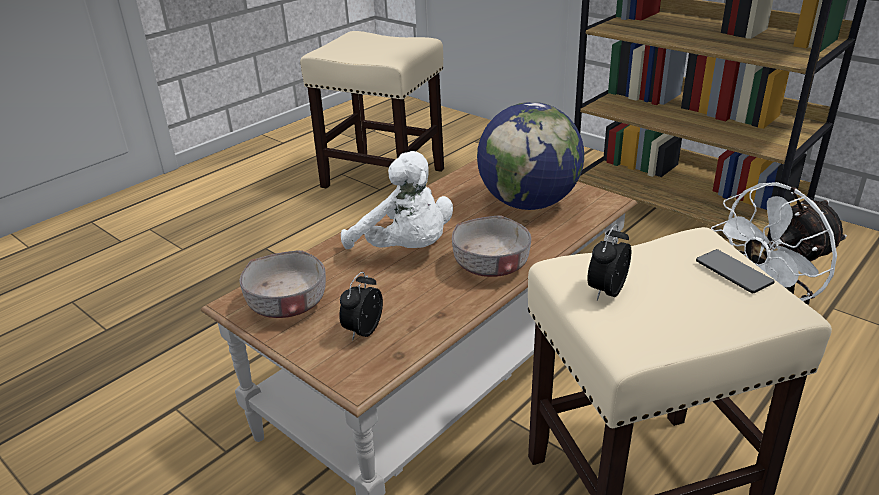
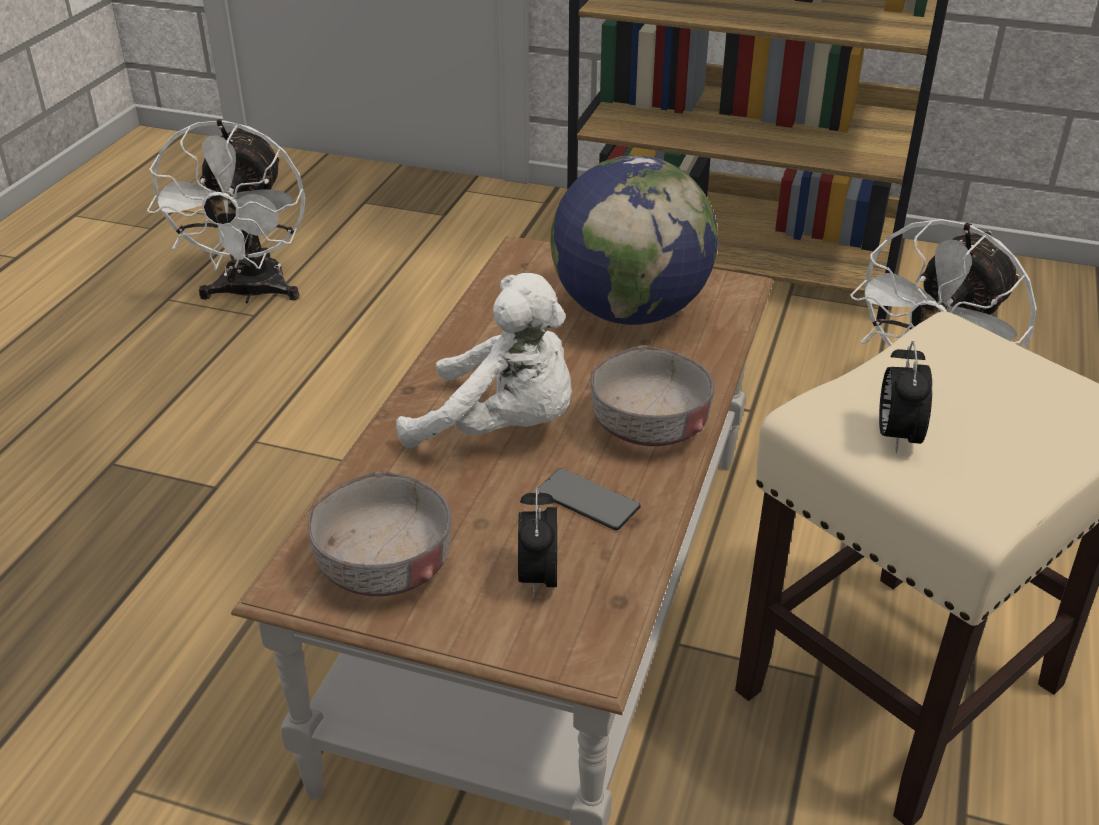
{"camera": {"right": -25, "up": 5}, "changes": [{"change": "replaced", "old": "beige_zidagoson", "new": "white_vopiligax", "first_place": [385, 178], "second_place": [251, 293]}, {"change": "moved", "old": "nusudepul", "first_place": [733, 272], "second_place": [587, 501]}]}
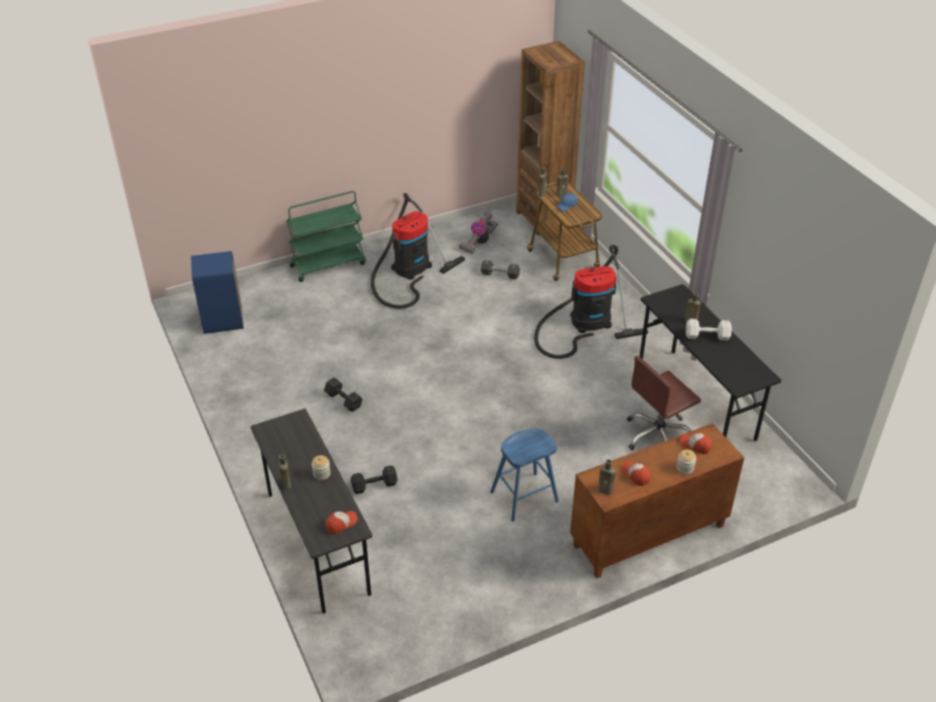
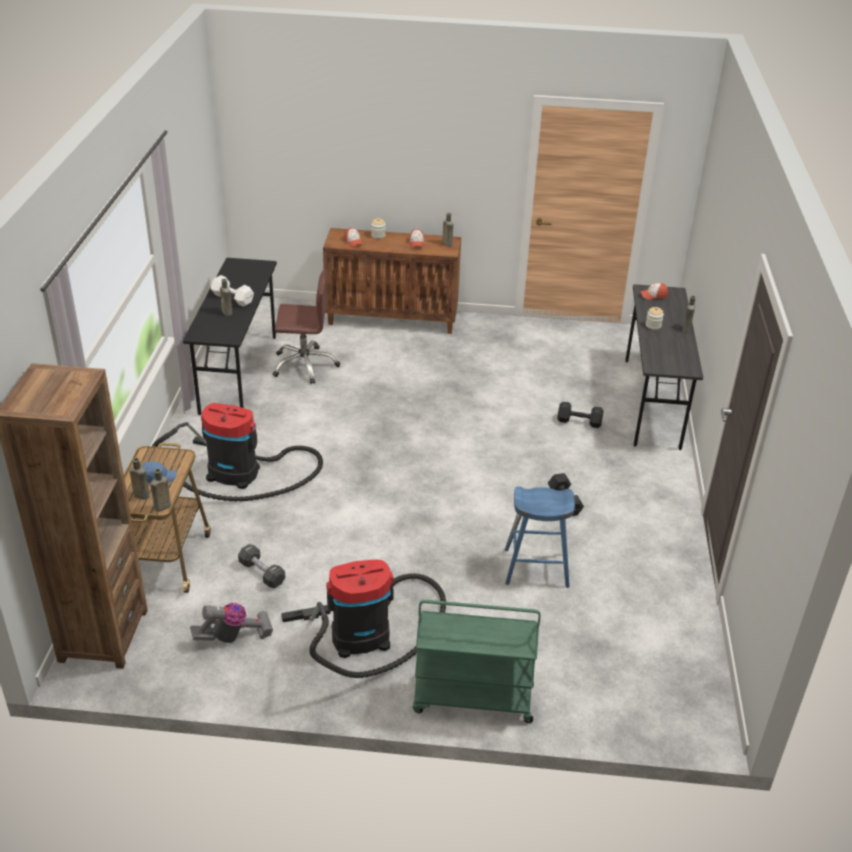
{"camera": {"right": -150, "up": -5}, "changes": [{"change": "removed", "old": "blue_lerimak", "first_place": [222, 321]}, {"change": "moved", "old": "blue_zidagoson", "first_place": [524, 497], "second_place": [536, 568]}]}
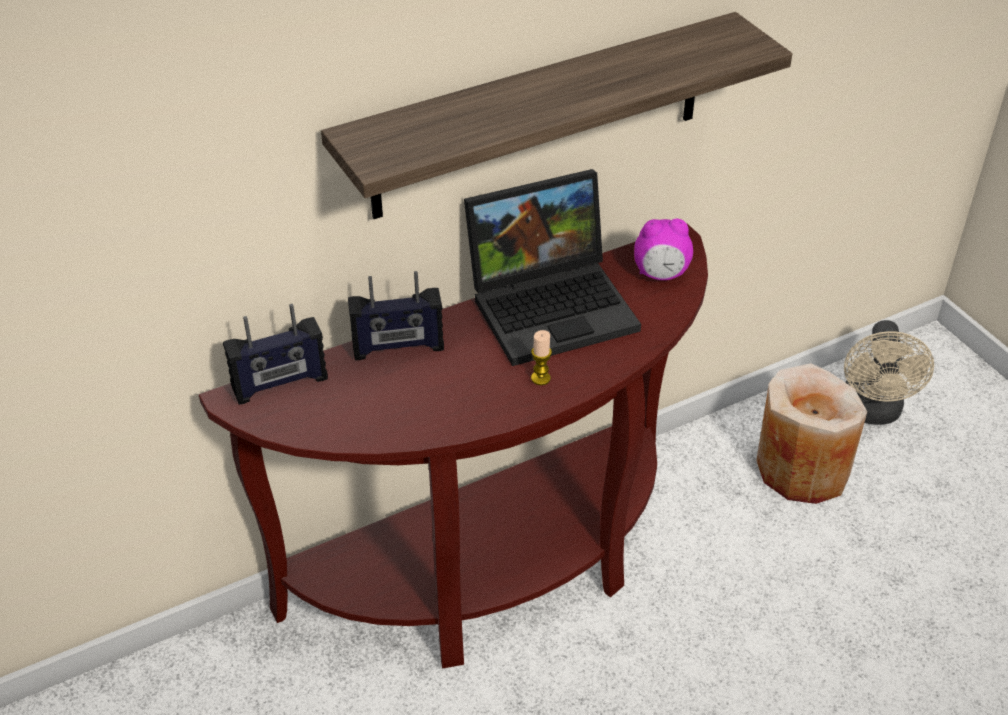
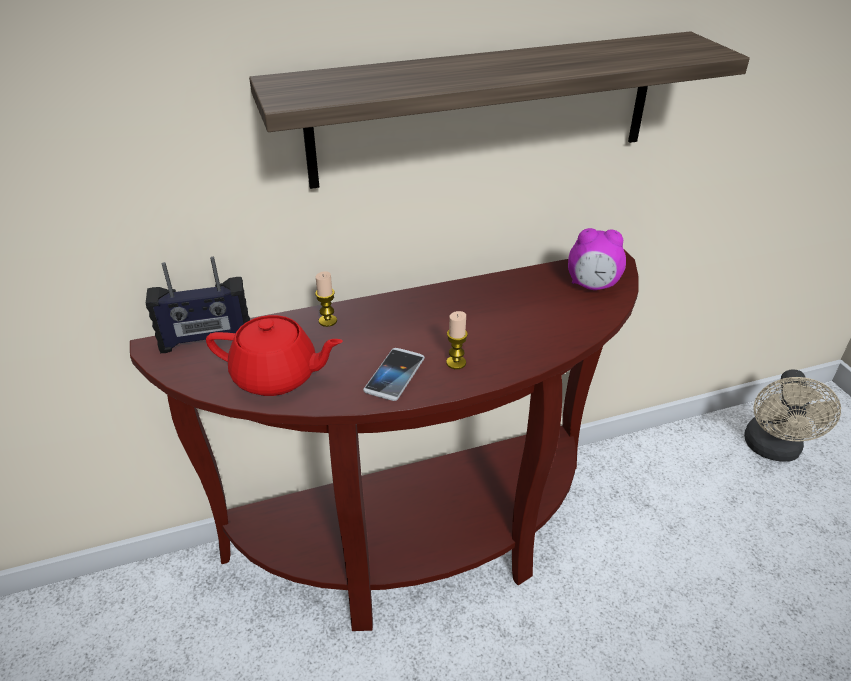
{"camera": {"right": 10, "up": -5}, "changes": [{"change": "replaced", "old": "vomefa", "new": "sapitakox", "first_place": [398, 347], "second_place": [327, 321]}, {"change": "removed", "old": "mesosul", "first_place": [553, 304]}, {"change": "removed", "old": "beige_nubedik", "first_place": [801, 469]}, {"change": "added", "new": "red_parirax", "second_place": [277, 376]}, {"change": "added", "new": "nusudepul", "second_place": [394, 375]}]}
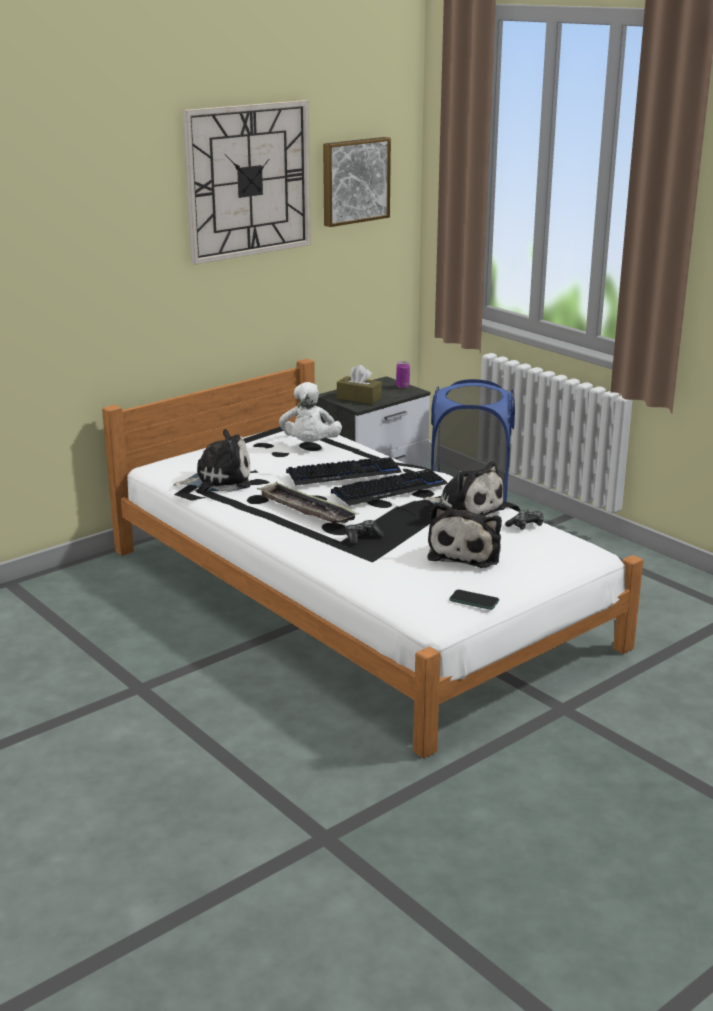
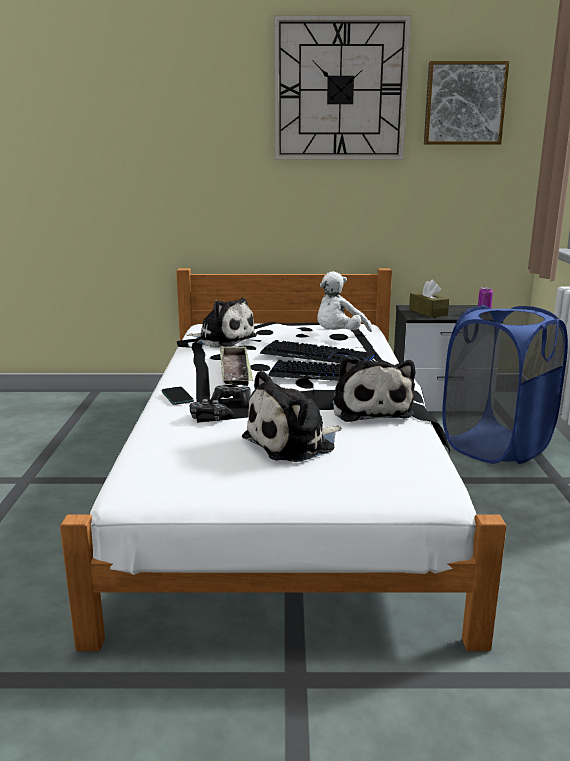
{"camera": {"right": 40, "up": -5}, "changes": [{"change": "moved", "old": "nusudepul", "first_place": [474, 601], "second_place": [177, 396]}, {"change": "moved", "old": "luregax", "first_place": [526, 526], "second_place": [209, 418]}]}
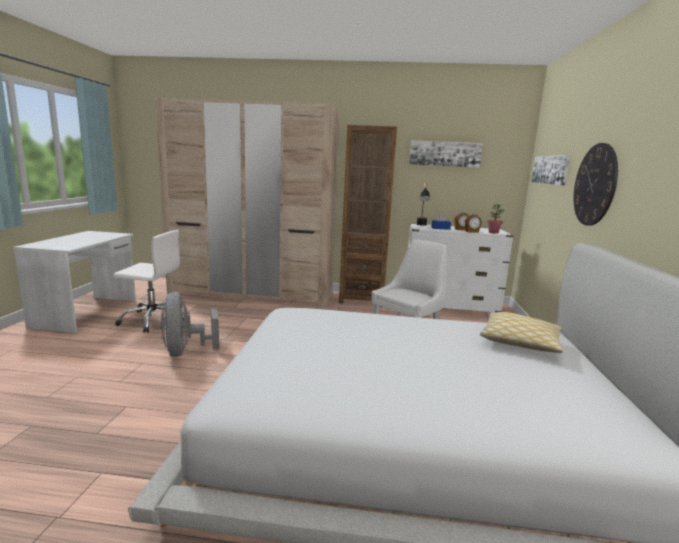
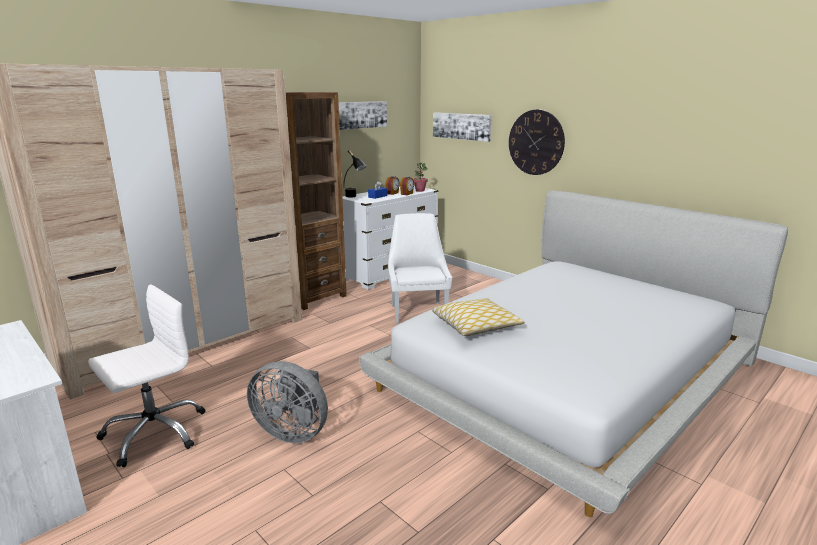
{"camera": {"right": -50, "up": 5}, "changes": [{"change": "moved", "old": "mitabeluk", "first_place": [520, 342], "second_place": [476, 326]}]}
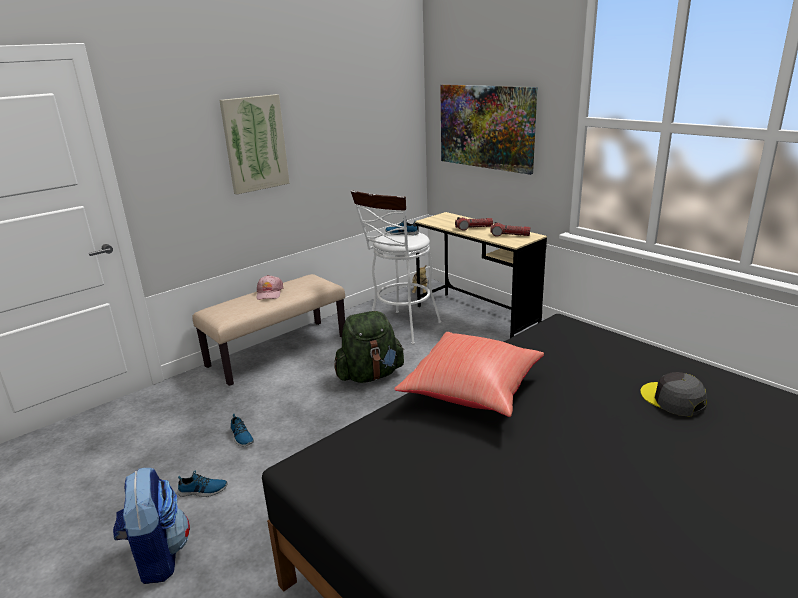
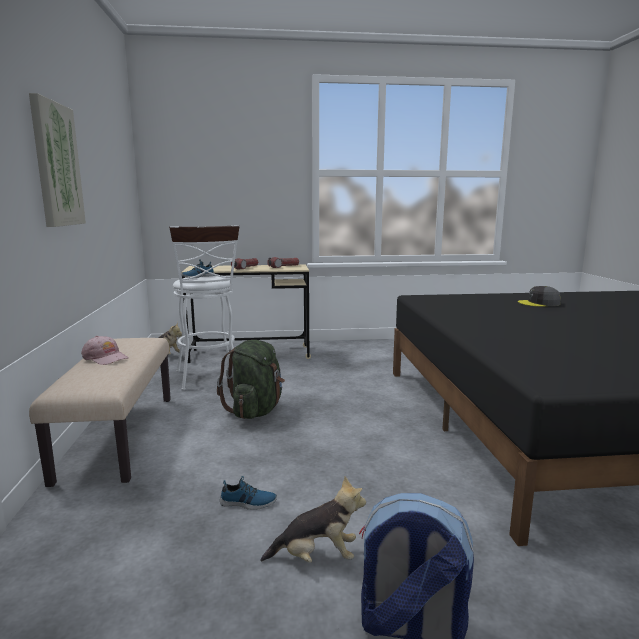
{"camera": {"right": -55, "up": -10}, "changes": [{"change": "replaced", "old": "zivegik", "new": "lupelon", "first_place": [203, 491], "second_place": [317, 557]}, {"change": "removed", "old": "red_mitabeluk", "first_place": [473, 392]}, {"change": "removed", "old": "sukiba", "first_place": [486, 127]}]}
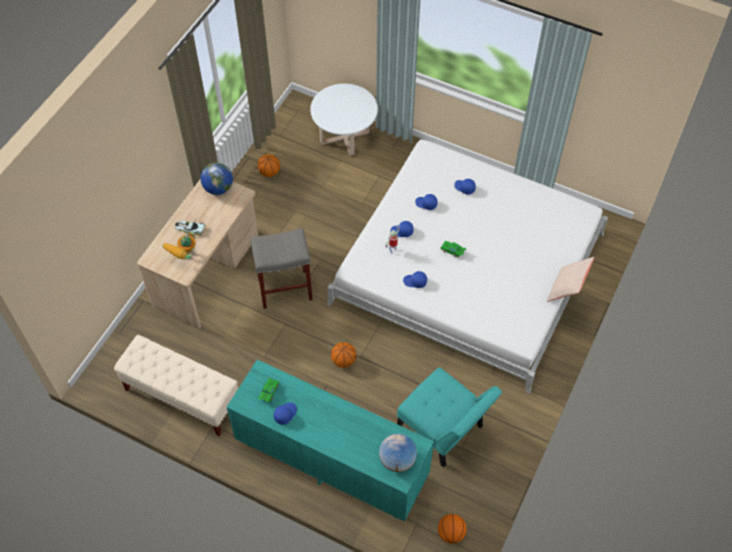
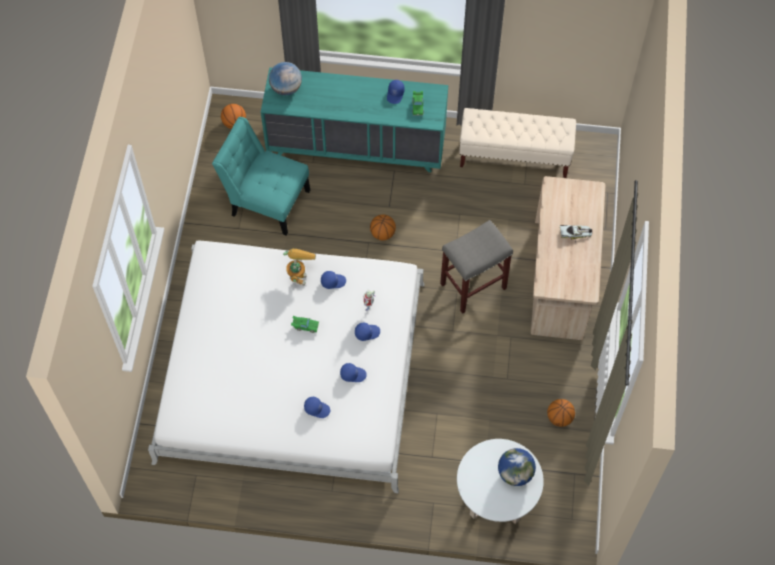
{"camera": {"right": 160, "up": 5}, "changes": [{"change": "moved", "old": "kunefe", "first_place": [185, 259], "second_place": [299, 274]}, {"change": "moved", "old": "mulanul", "first_place": [218, 188], "second_place": [515, 473]}, {"change": "removed", "old": "beige_mitabeluk", "first_place": [567, 289]}]}
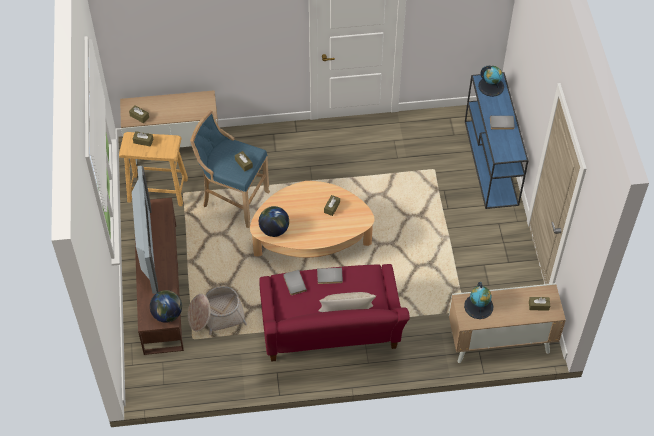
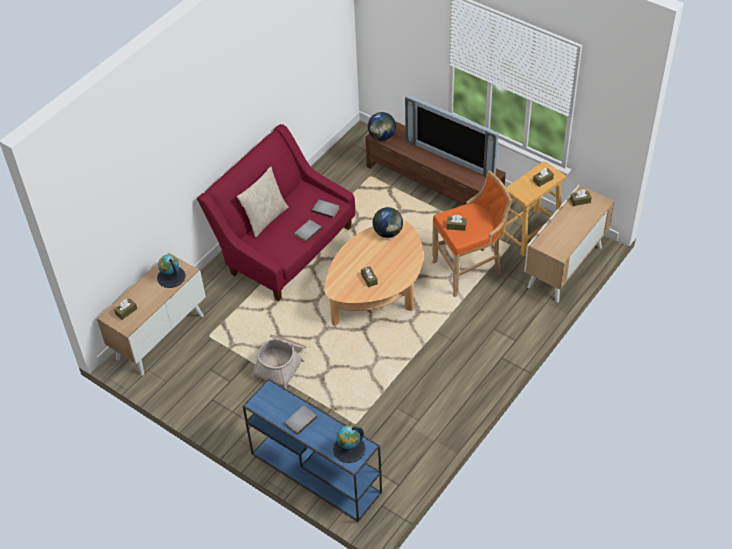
{"camera": {"right": 135, "up": -5}, "changes": [{"change": "moved", "old": "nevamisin", "first_place": [216, 316], "second_place": [281, 363]}, {"change": "recoloured", "old": "blue_zidagoson", "new": "orange_zidagoson", "first_place": [233, 200], "second_place": [469, 270]}]}
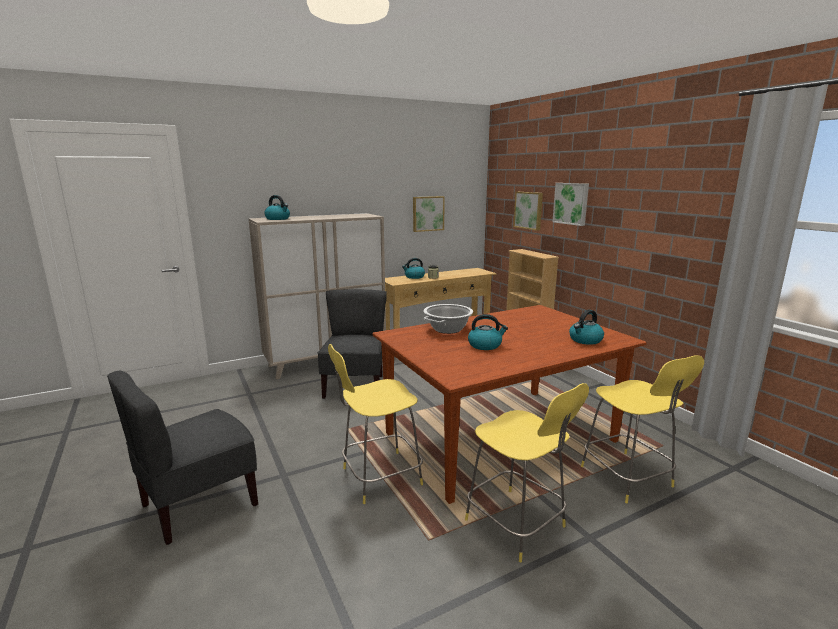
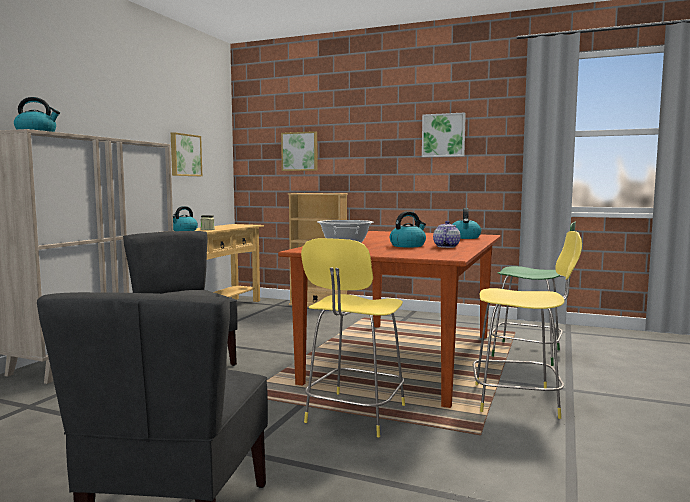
{"camera": {"right": -40, "up": -10}, "changes": [{"change": "moved", "old": "sukiba", "first_place": [571, 203], "second_place": [443, 135]}, {"change": "recoloured", "old": "yellow_zidagoson", "new": "green_zidagoson", "first_place": [628, 478], "second_place": [529, 354]}, {"change": "added", "new": "parirax", "second_place": [446, 246]}]}
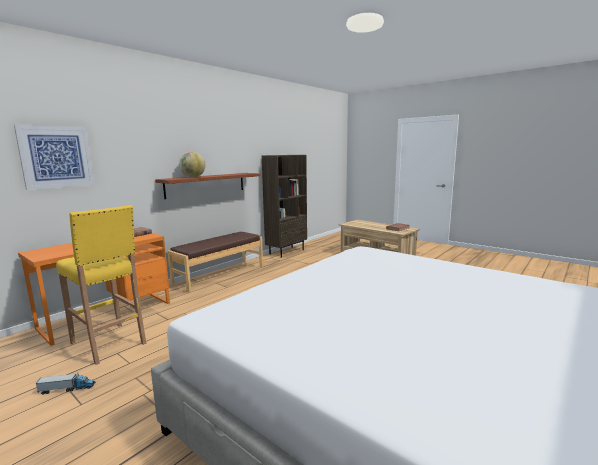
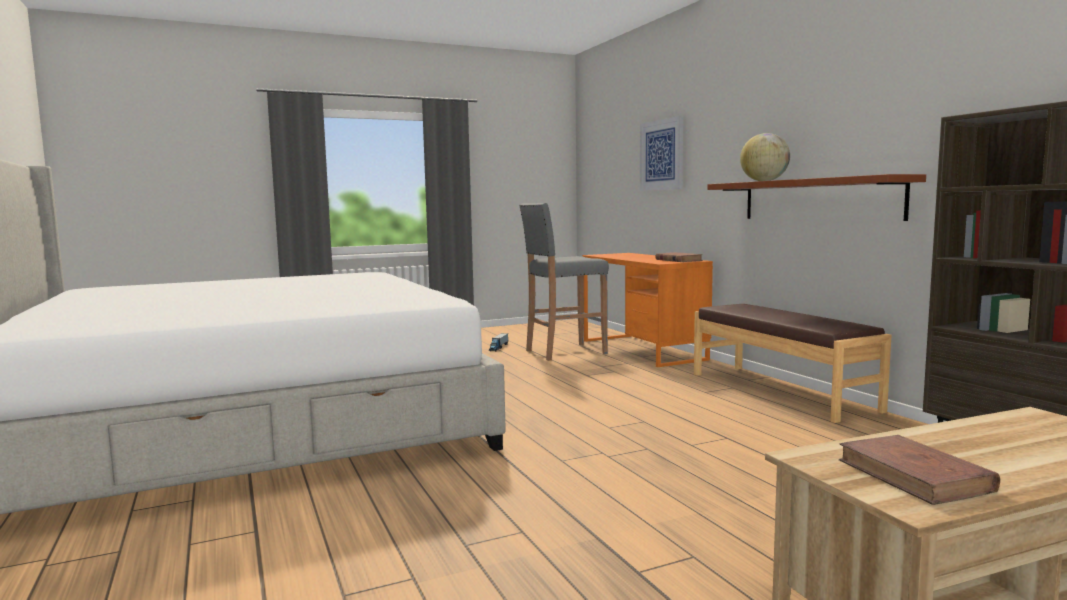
{"camera": {"right": 115, "up": -5}, "changes": [{"change": "recoloured", "old": "yellow_zidagoson", "new": "grey_zidagoson", "first_place": [109, 343], "second_place": [564, 352]}]}
